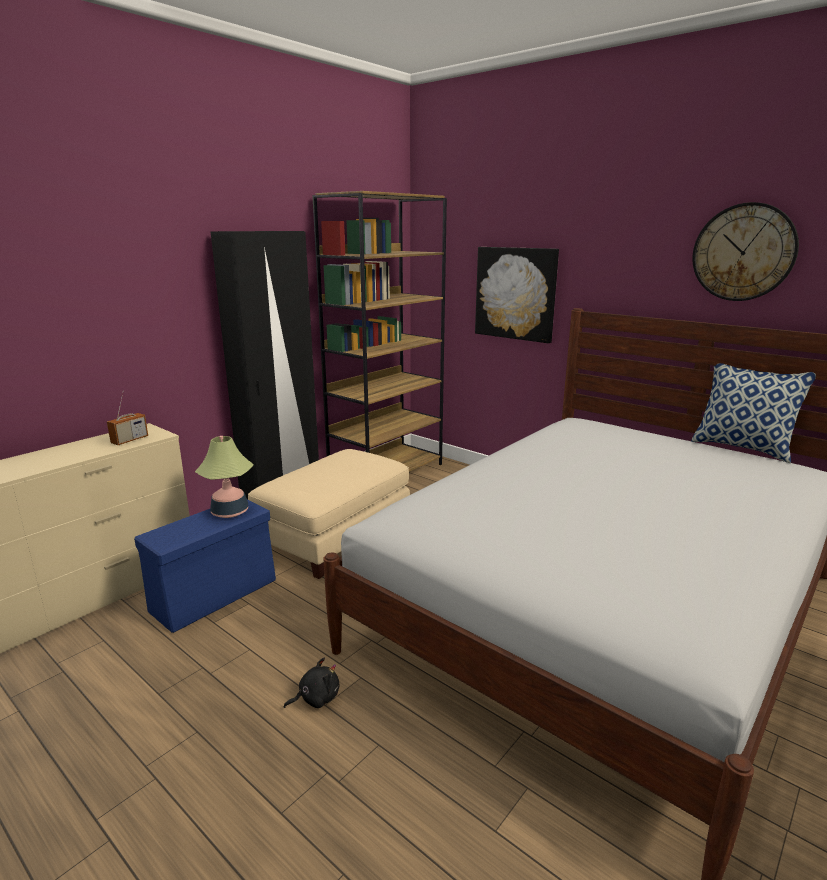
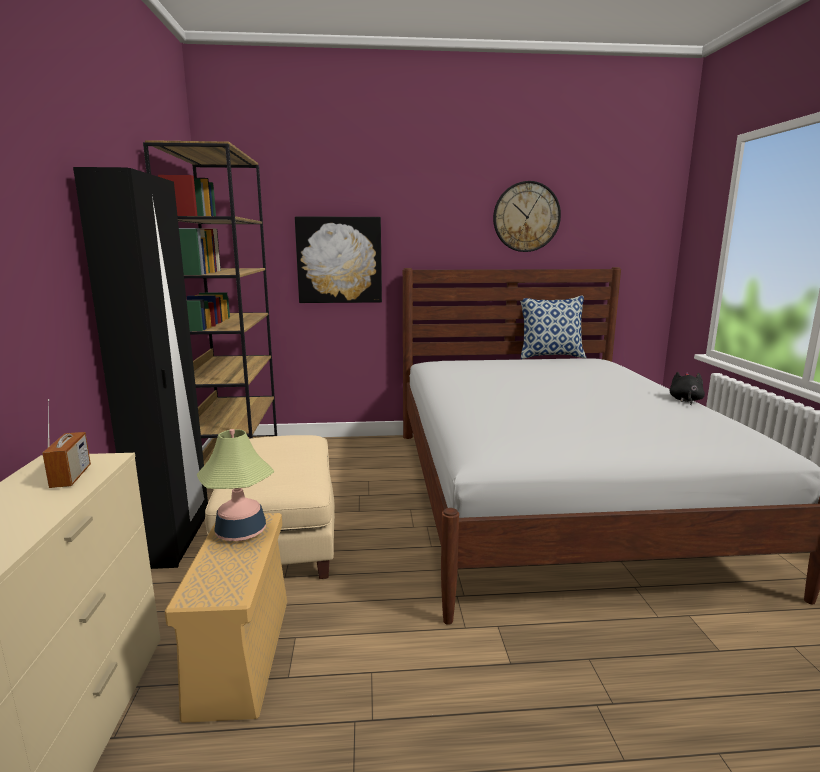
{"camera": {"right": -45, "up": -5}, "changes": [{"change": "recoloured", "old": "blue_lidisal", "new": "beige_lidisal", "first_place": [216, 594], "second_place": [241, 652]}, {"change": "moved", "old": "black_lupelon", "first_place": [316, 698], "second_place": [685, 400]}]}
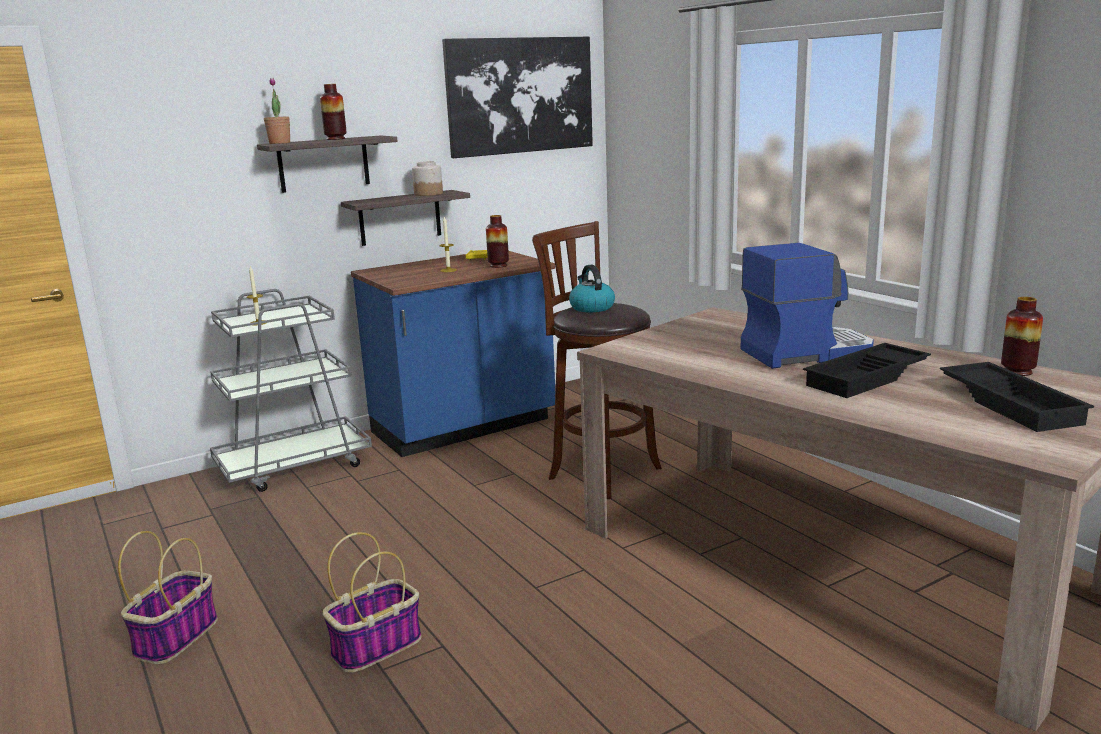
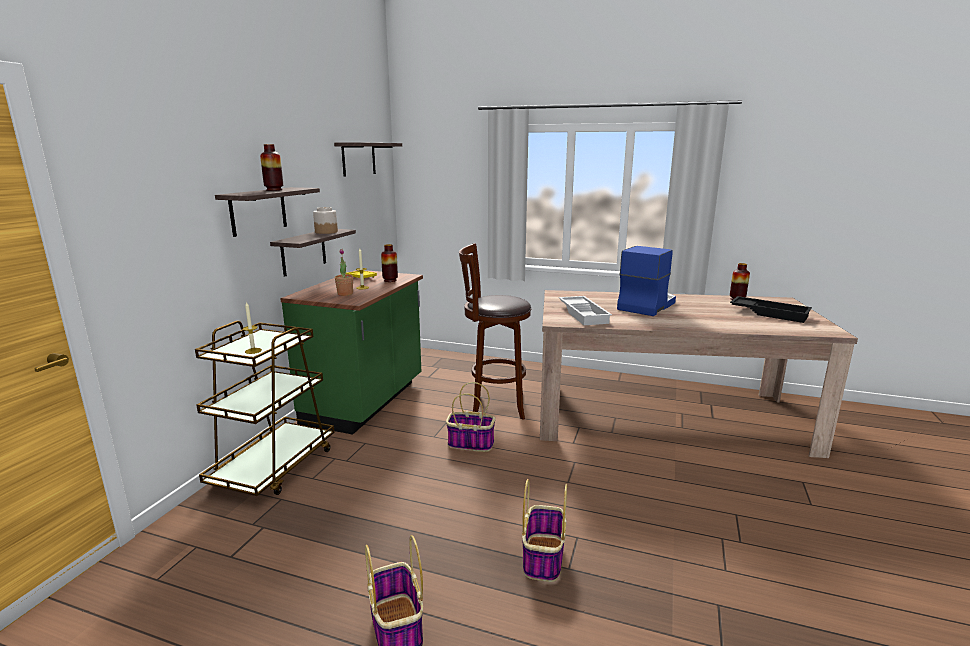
{"camera": {"right": -40, "up": 0}, "changes": [{"change": "recoloured", "old": "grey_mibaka", "new": "brown_mibaka", "first_place": [294, 466], "second_place": [275, 467]}, {"change": "moved", "old": "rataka", "first_place": [279, 143], "second_place": [345, 294]}, {"change": "recoloured", "old": "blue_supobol", "new": "green_supobol", "first_place": [464, 428], "second_place": [366, 403]}, {"change": "replaced", "old": "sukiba", "new": "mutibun", "first_place": [520, 95], "second_place": [358, 159]}, {"change": "removed", "old": "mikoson", "first_place": [591, 307]}, {"change": "removed", "old": "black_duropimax", "first_place": [867, 378]}, {"change": "added", "new": "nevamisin", "second_place": [470, 444]}, {"change": "added", "new": "white_duropimax", "second_place": [584, 314]}]}
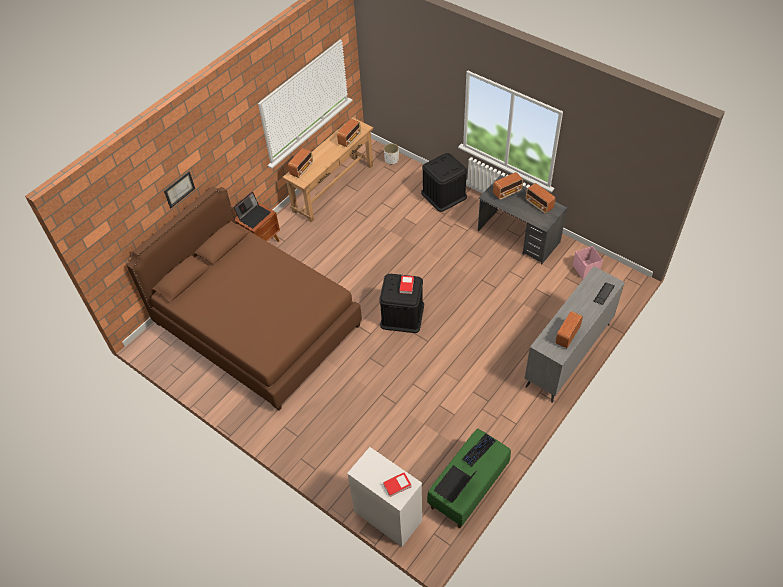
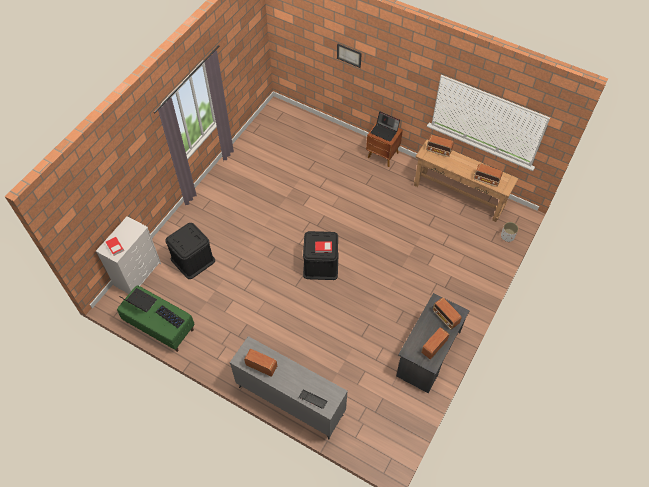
{"camera": {"right": 80, "up": 5}, "changes": [{"change": "removed", "old": "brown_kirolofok", "first_place": [257, 325]}, {"change": "moved", "old": "black_lidisal", "first_place": [444, 195], "second_place": [193, 259]}, {"change": "removed", "old": "pink_lidisal", "first_place": [585, 269]}]}
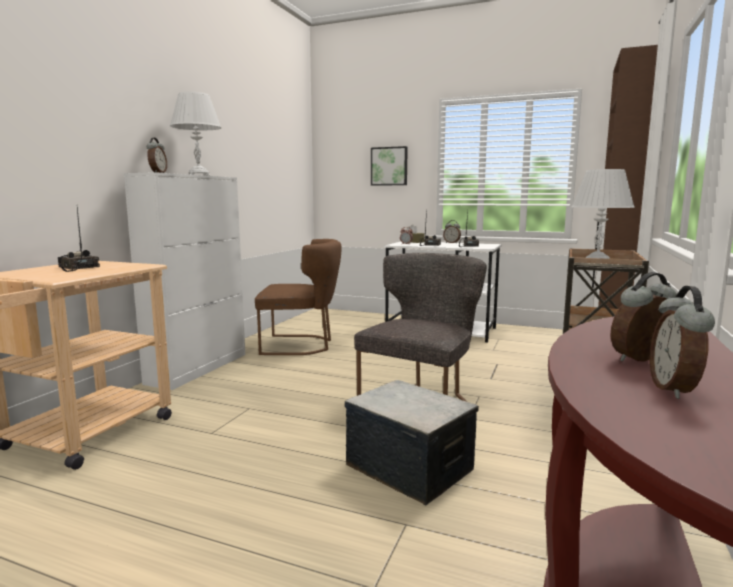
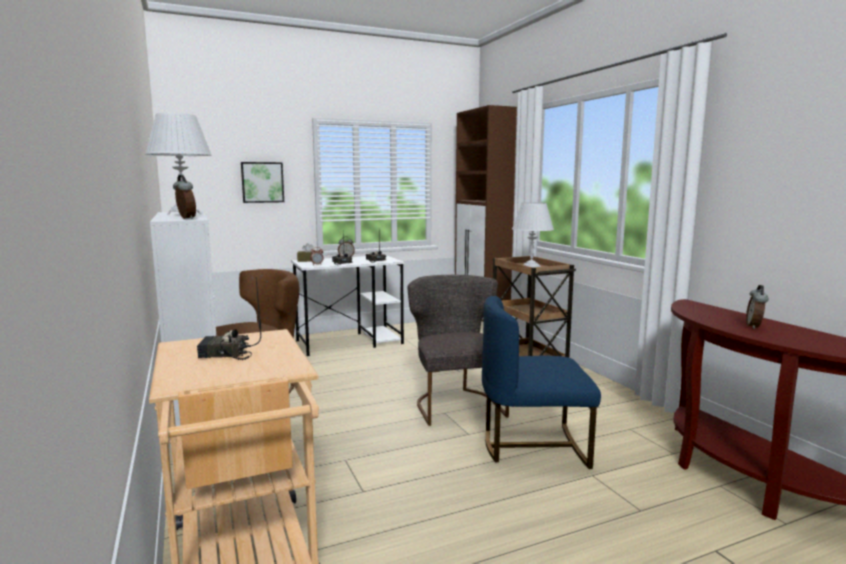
{"camera": {"right": -45, "up": 0}, "changes": [{"change": "replaced", "old": "lidisal", "new": "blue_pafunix", "first_place": [410, 467], "second_place": [533, 446]}, {"change": "removed", "old": "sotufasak", "first_place": [675, 390]}]}
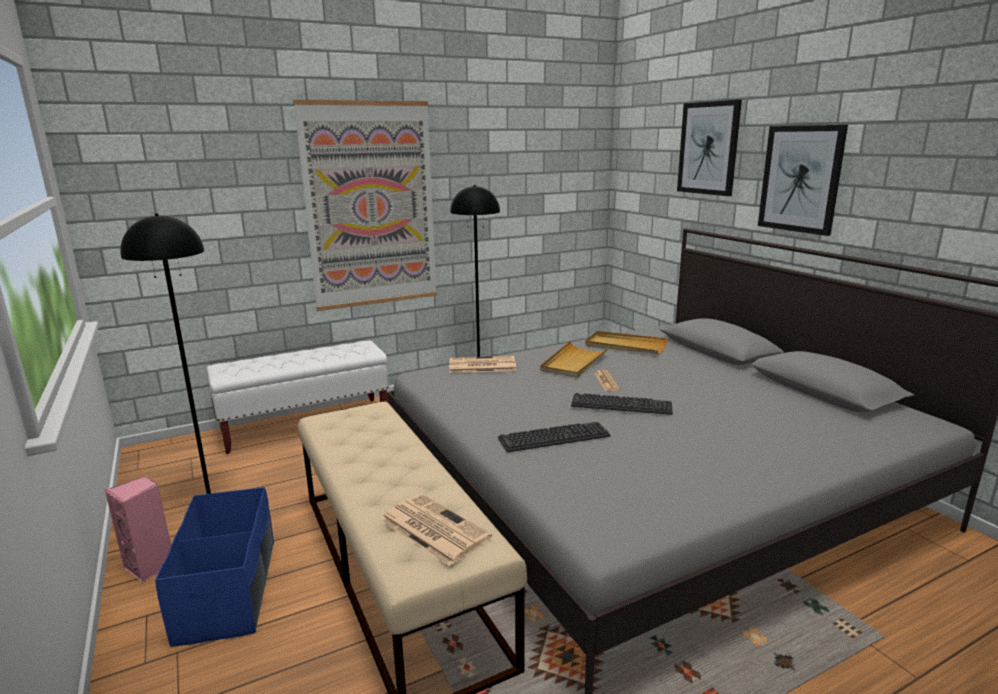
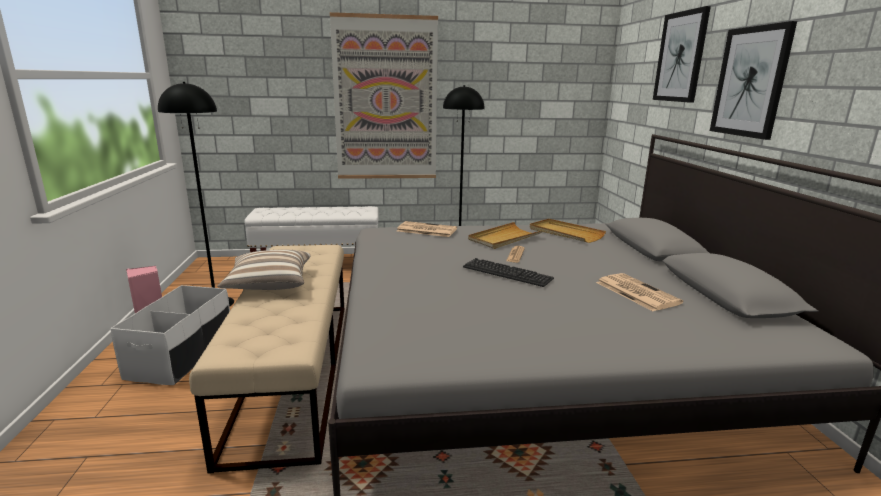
{"camera": {"right": 20, "up": 0}, "changes": [{"change": "recoloured", "old": "blue_lidisal", "new": "white_lidisal", "first_place": [229, 590], "second_place": [182, 355]}, {"change": "moved", "old": "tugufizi", "first_place": [432, 529], "second_place": [635, 292]}, {"change": "removed", "old": "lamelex", "first_place": [554, 437]}, {"change": "added", "new": "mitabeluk", "second_place": [269, 284]}]}
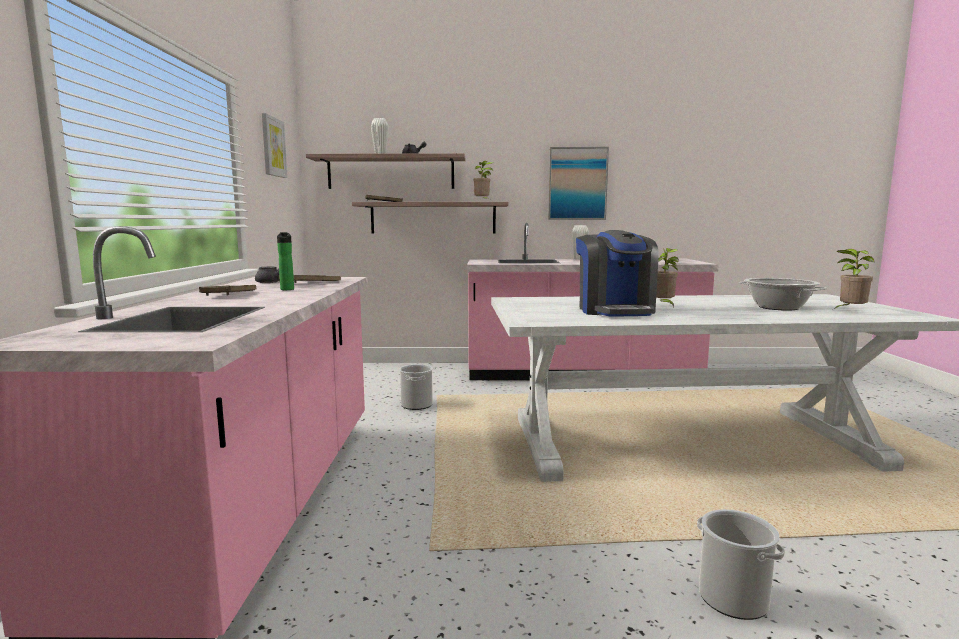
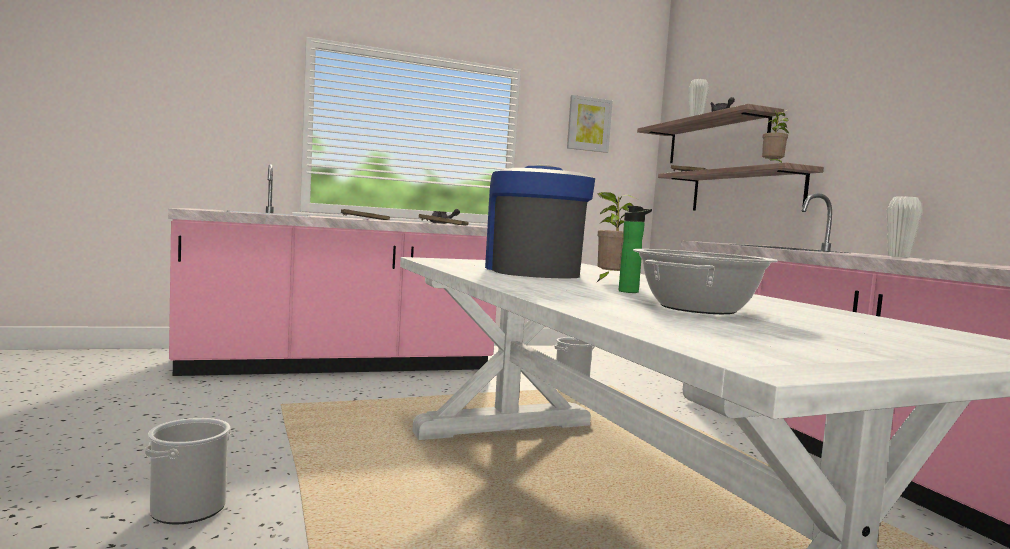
{"camera": {"right": 70, "up": -5}, "changes": [{"change": "moved", "old": "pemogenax", "first_place": [287, 289], "second_place": [630, 291]}, {"change": "removed", "old": "sukiba", "first_place": [577, 183]}, {"change": "turned", "old": "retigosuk", "first_place": [615, 310], "second_place": [532, 272], "degrees": 105}, {"change": "removed", "old": "rataka", "first_place": [850, 311]}]}
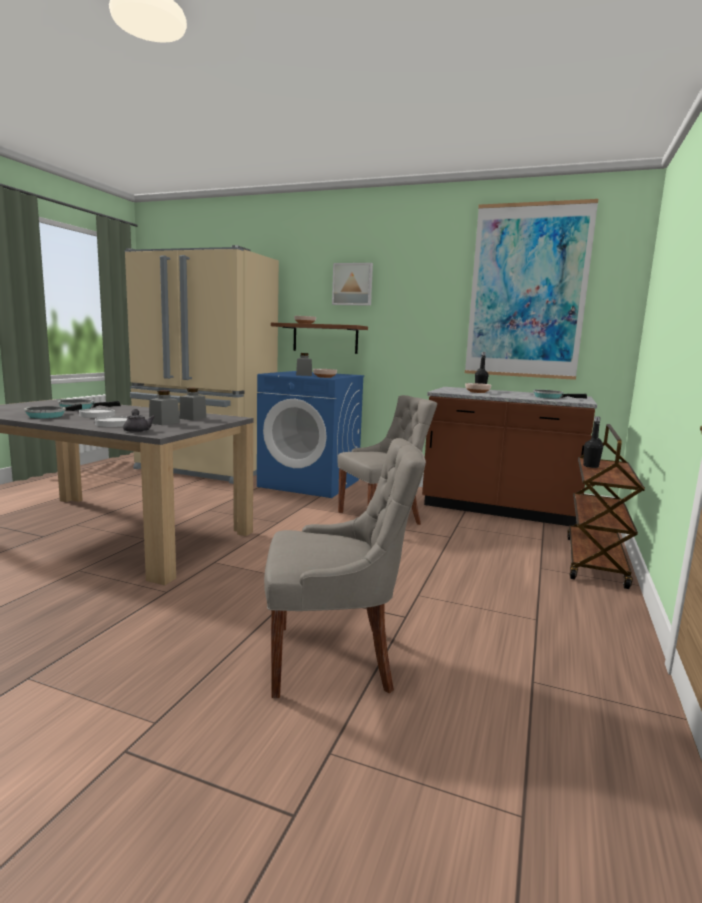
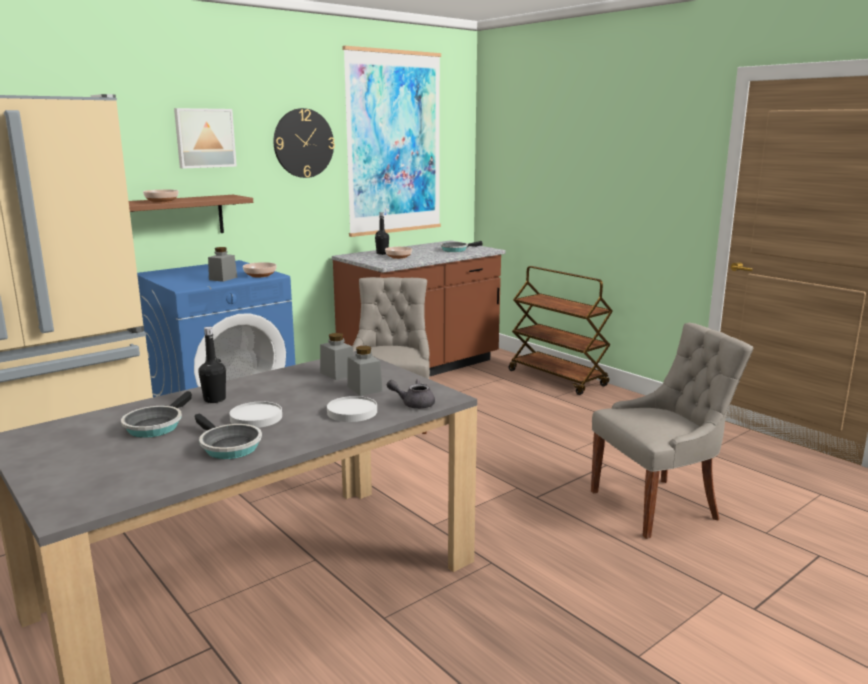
{"camera": {"right": -60, "up": 5}, "changes": [{"change": "turned", "old": "grey_pafunix", "first_place": [335, 658], "second_place": [657, 505], "degrees": 45}, {"change": "moved", "old": "black_pemogenax", "first_place": [590, 466], "second_place": [214, 399]}, {"change": "added", "new": "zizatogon", "second_place": [303, 143]}]}
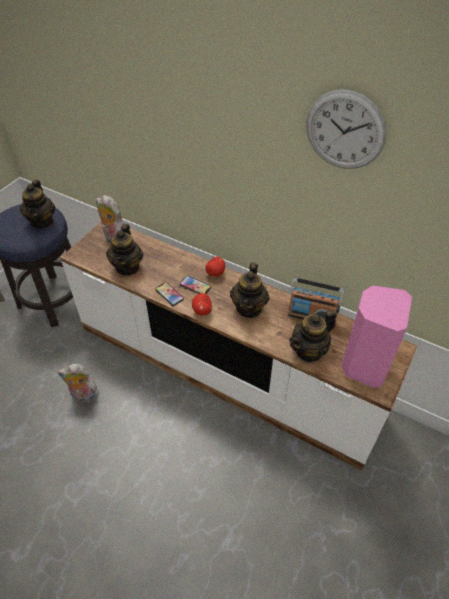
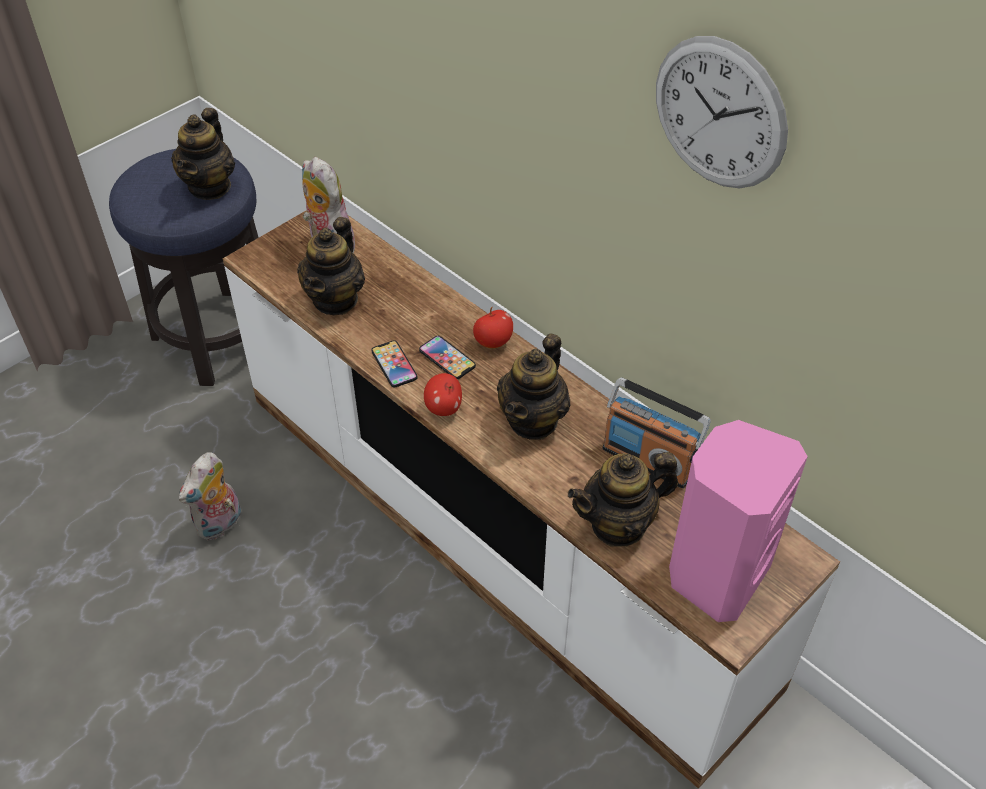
{"camera": {"right": 15, "up": 0}, "changes": [{"change": "turned", "old": "lupelon", "first_place": [84, 396], "second_place": [220, 525], "degrees": -75}]}
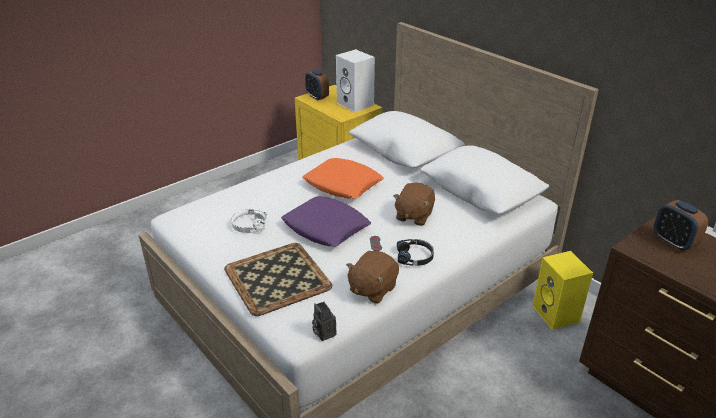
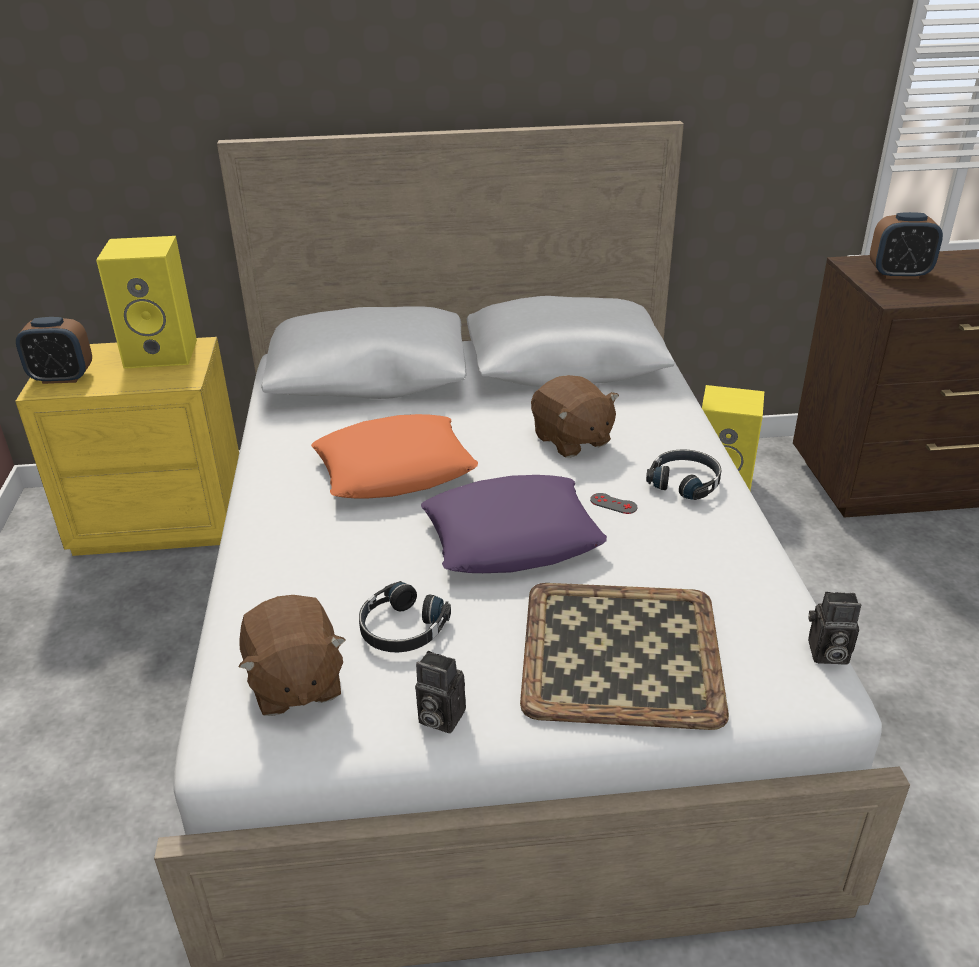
{"camera": {"right": -55, "up": 0}, "changes": [{"change": "recoloured", "old": "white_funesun", "new": "black_funesun", "first_place": [249, 225], "second_place": [401, 629]}, {"change": "recoloured", "old": "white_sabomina", "new": "yellow_sabomina", "first_place": [356, 104], "second_place": [163, 353]}, {"change": "moved", "old": "brown_lupelon", "first_place": [372, 289], "second_place": [294, 683]}, {"change": "added", "new": "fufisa", "second_place": [438, 717]}]}
